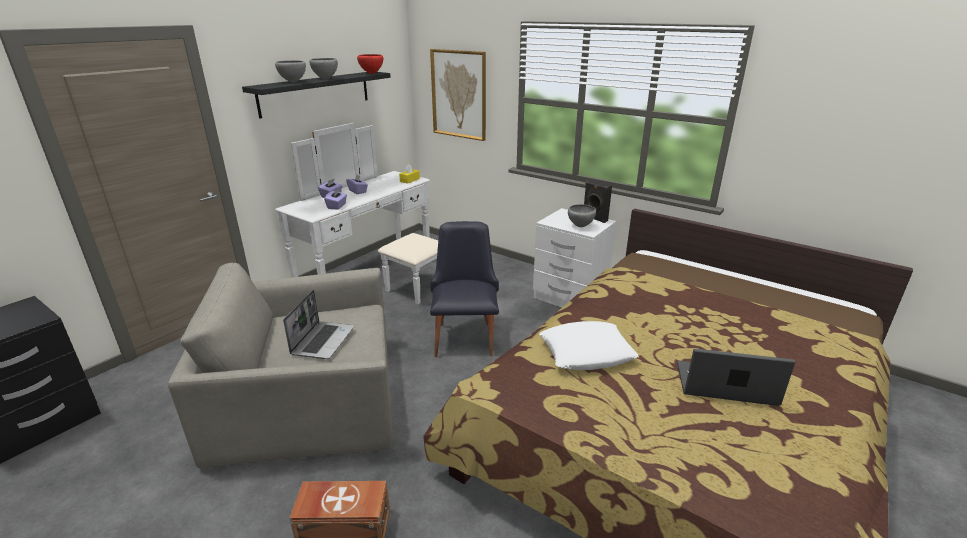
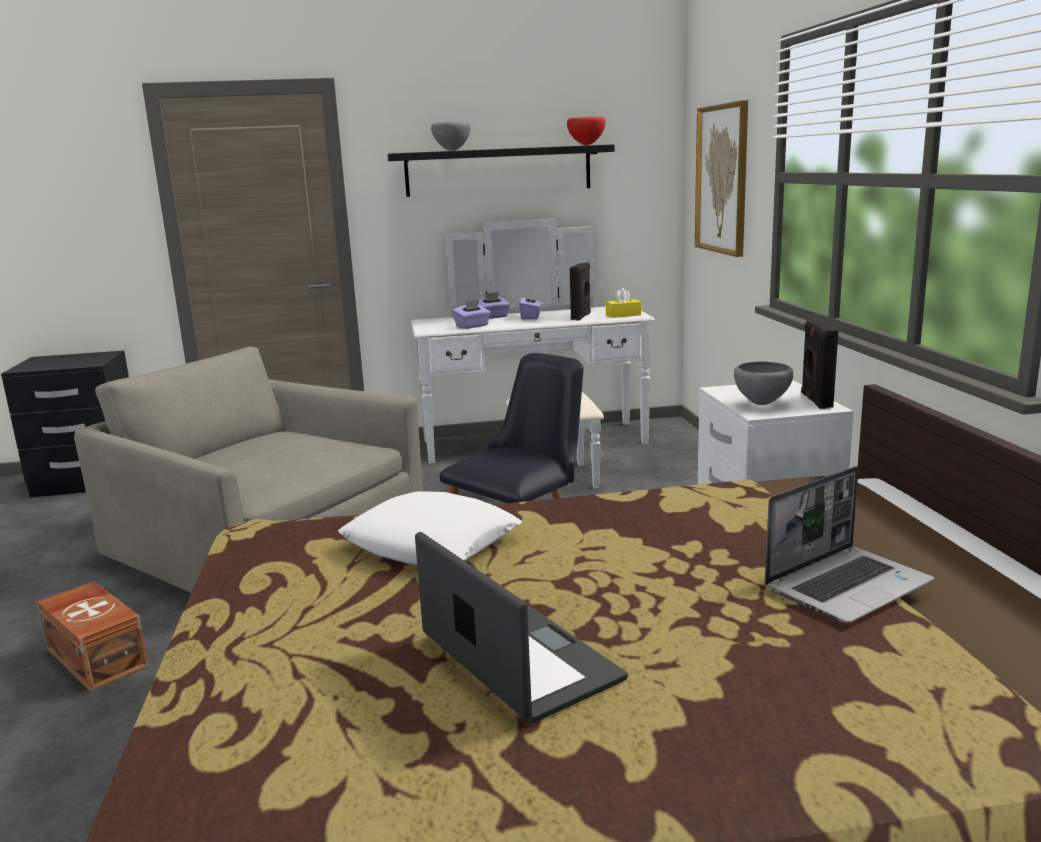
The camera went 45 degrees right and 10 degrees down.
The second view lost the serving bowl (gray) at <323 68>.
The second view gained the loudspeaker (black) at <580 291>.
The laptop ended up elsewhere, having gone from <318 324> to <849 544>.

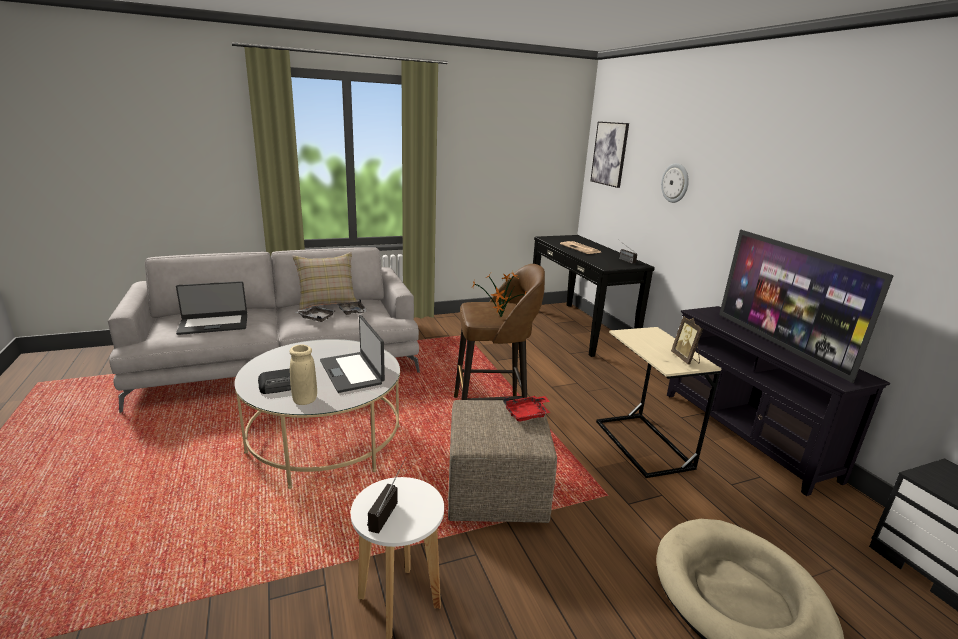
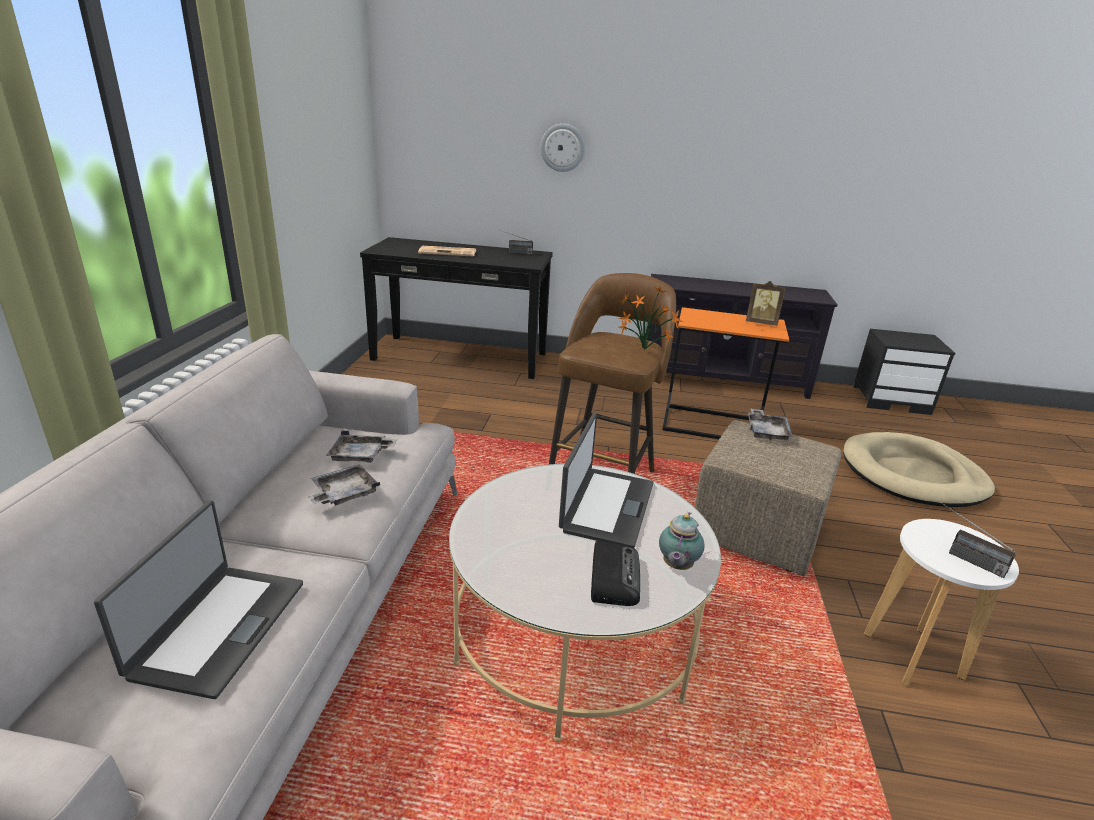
The camera went 60 degrees left and 5 degrees up.
The second view lost the throw pillow (beige) at <325 281>.
The second view lost the wall art at <609 154>.
The second view lost the TV set at <806 306>.
Where the decorative vase (beige) stood at <303 374>, the pot for tea came to stand at <682 541>.
What was the carrying tray (red) at <527 409> turned into the carrying tray (gray) at <770 424>.
What was the side table (beige) at <658 402> turned into the side table (orange-coloured) at <725 373>.
The laptop at <352 354> ended up facing another way, 75 degrees counterclockwise from before.

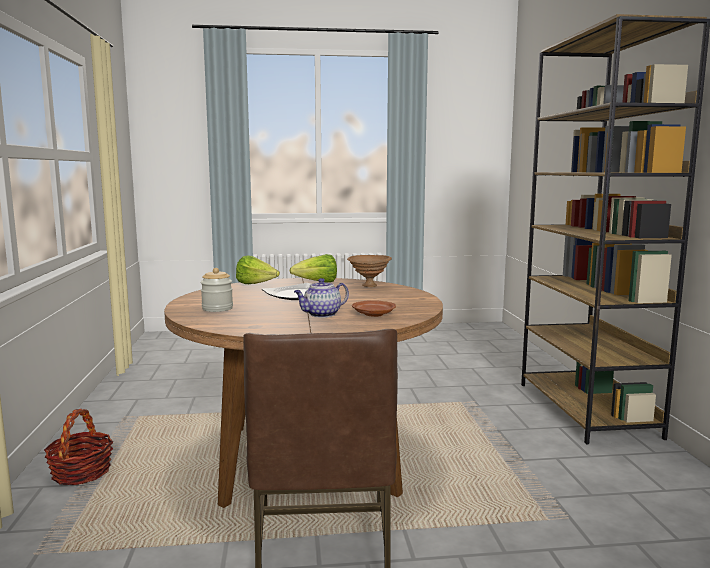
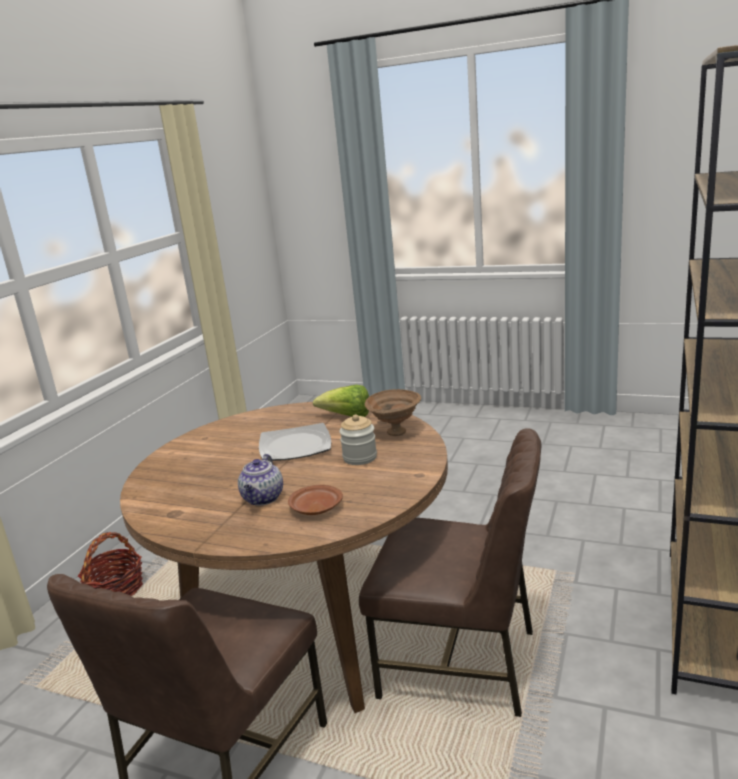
The camera went 30 degrees right and 10 degrees up.
The second view lost the lettuce head at <258 269>.
The second view gained the plain chair (brown) at <450 572>.
The preserve jar ended up elsewhere, having gone from <216 290> to <358 439>.
The pot for tea at <321 298> ended up facing another way, 75 degrees counterclockwise from before.

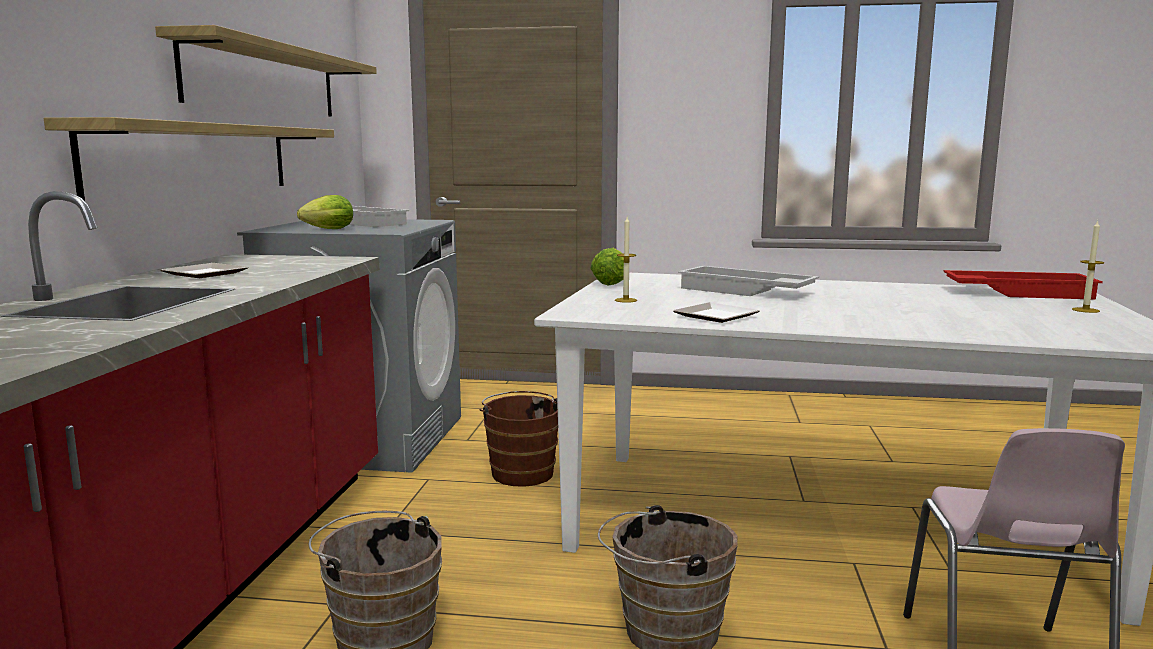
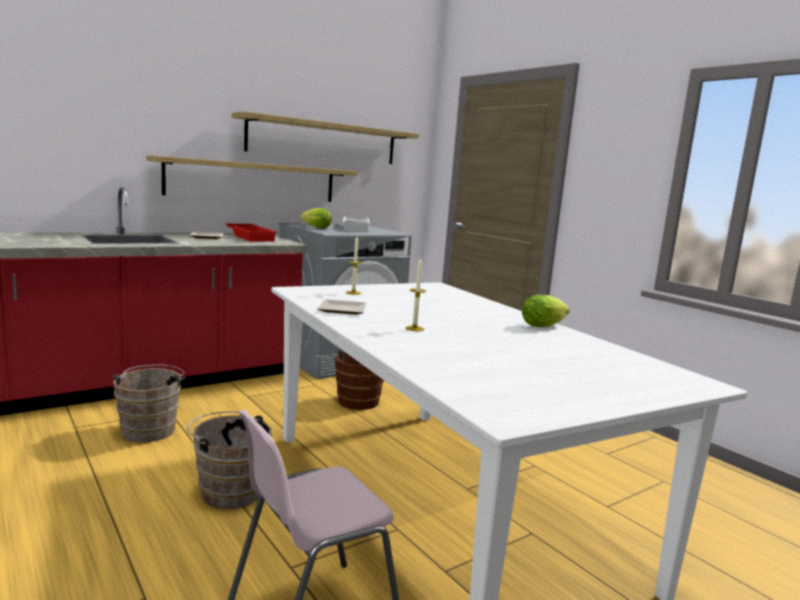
The camera went 45 degrees right and 0 degrees up.
The second view lost the carrying tray (white-coloured) at <748 281>.
The lettuce head ended up elsewhere, having gone from <607 266> to <546 311>.
The carrying tray (red) ended up elsewhere, having gone from <1023 285> to <251 232>.
The wax light ended up elsewhere, having gone from <1088 266> to <415 294>.

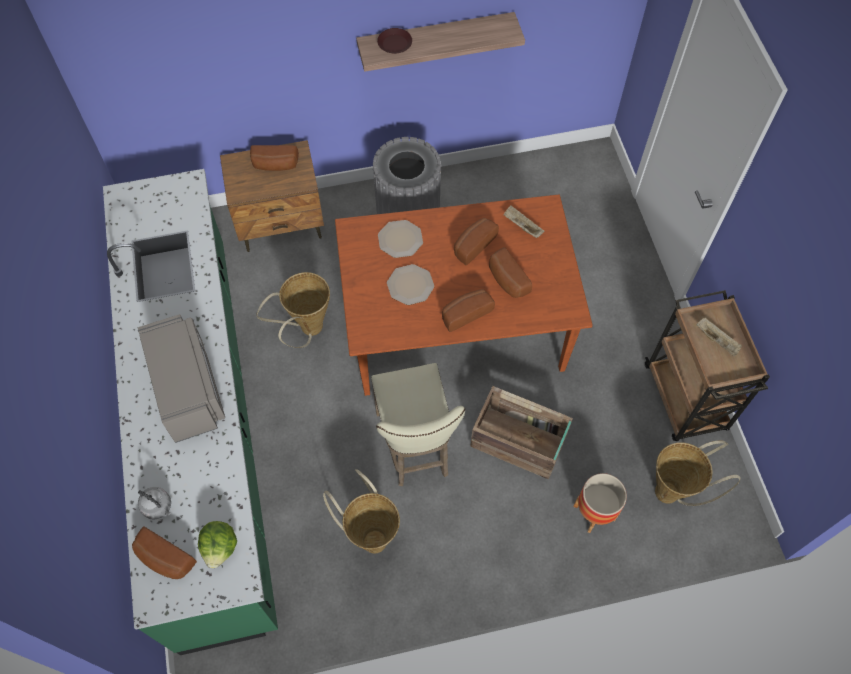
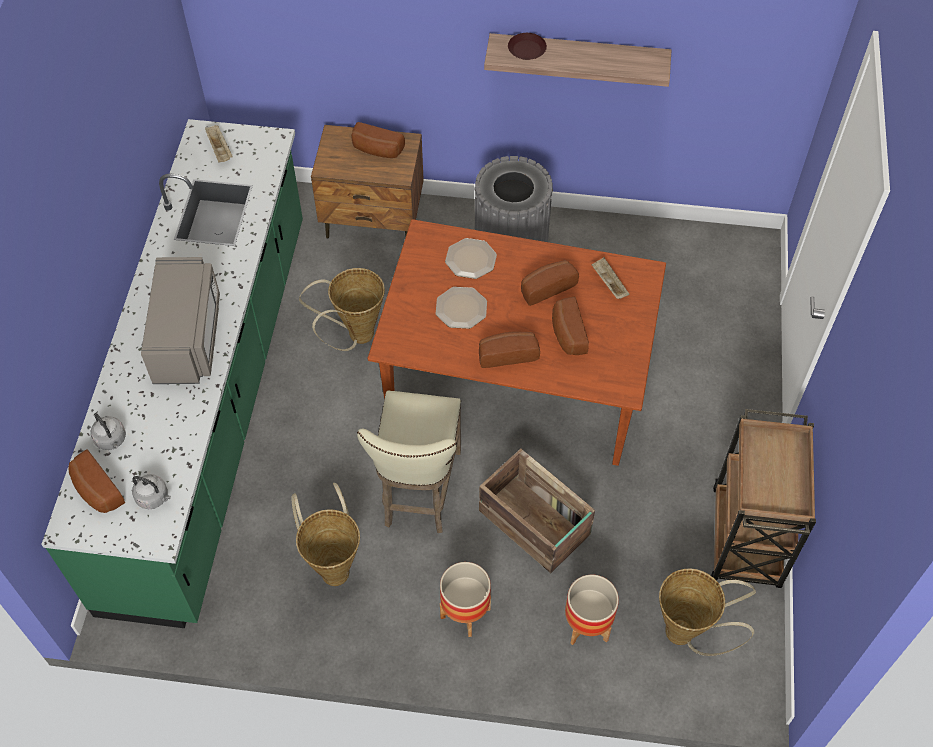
The camera went 20 degrees right and 5 degrees down.
The second view gained the planter at <465 599>.
The carrying tray (beige) ended up elsewhere, having gone from <719 337> to <218 144>.
Where the lettuce head stood at <217 544>, the tea kettle (gray) came to stand at <151 491>.

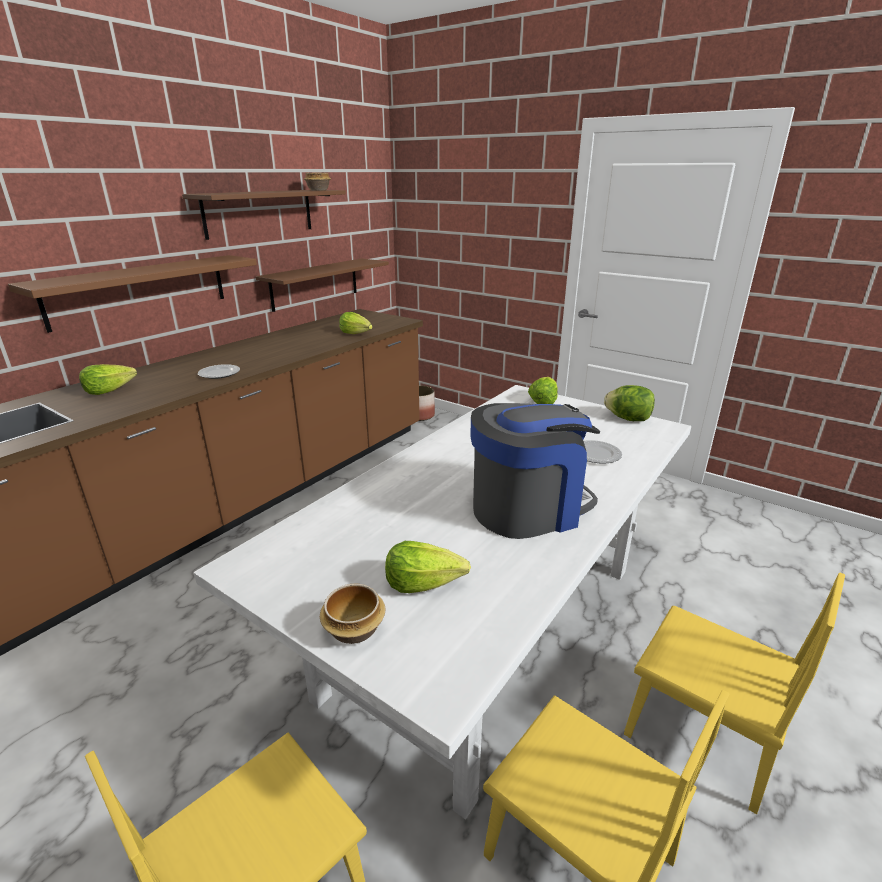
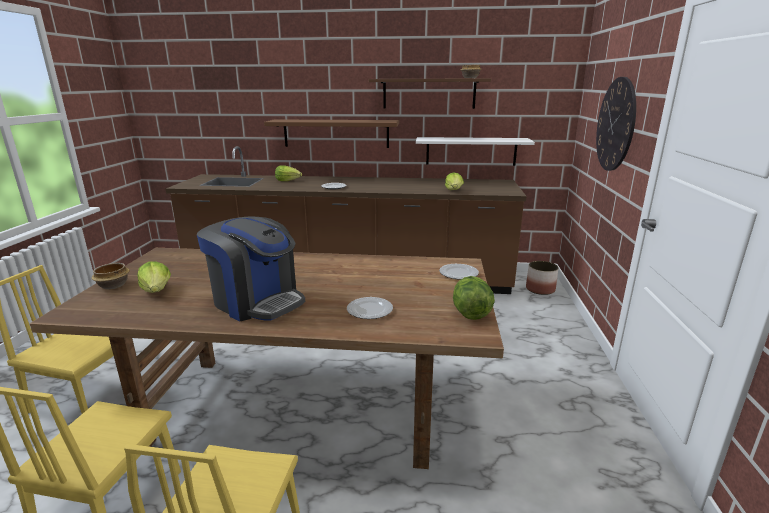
The camera went 60 degrees right and 5 degrees down.
The second view gained the wall clock at <616 124>.
Where the lettuce head stood at <543 390>, the plate came to stand at <459 272>.
What was the dinner table (white-coloured) at <442 602> turned into the dinner table (brown) at <267 358>.
What was the shelf (brown) at <322 285> turned into the shelf (white-coloured) at <475 151>.

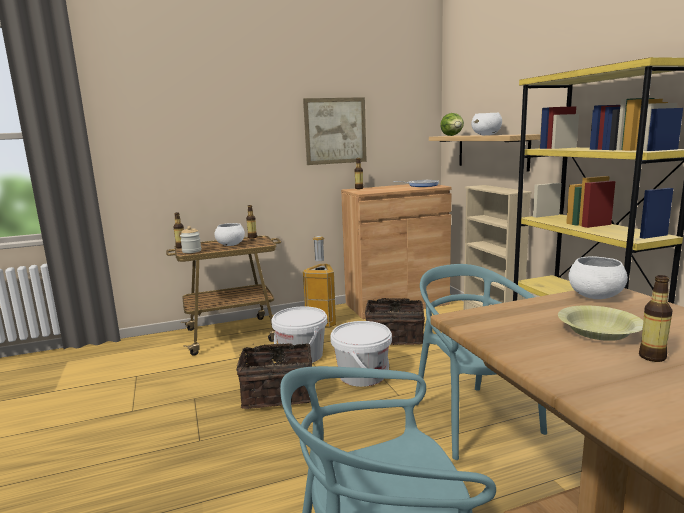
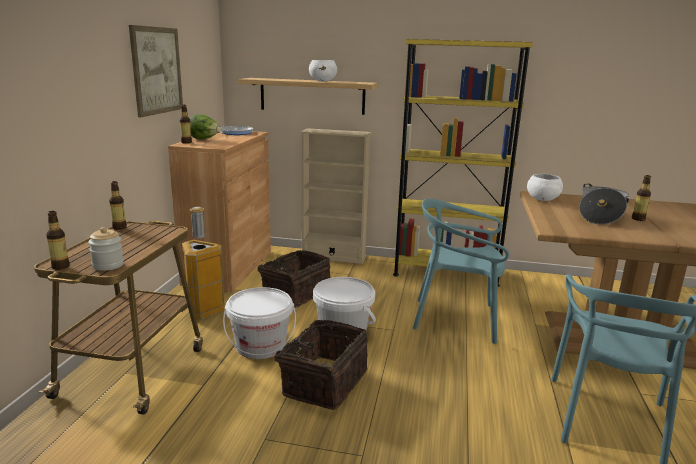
The camera went 60 degrees left and 5 degrees up.
The second view lost the serving bowl (white-coloured) at <229 234>.
The lettuce head ended up elsewhere, having gone from <452 124> to <205 127>.
Where the serving bowl (yellowish) stood at <600 323>, the stockpot came to stand at <604 204>.

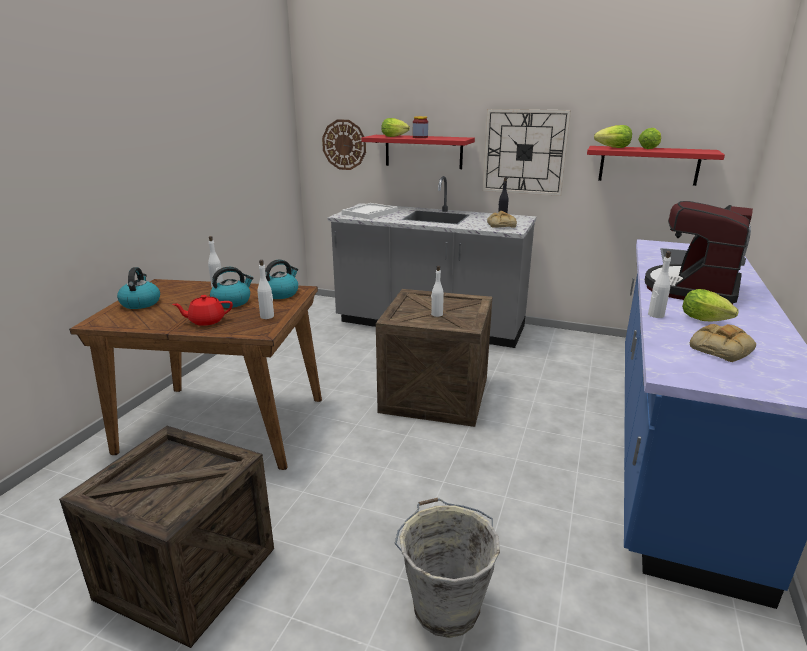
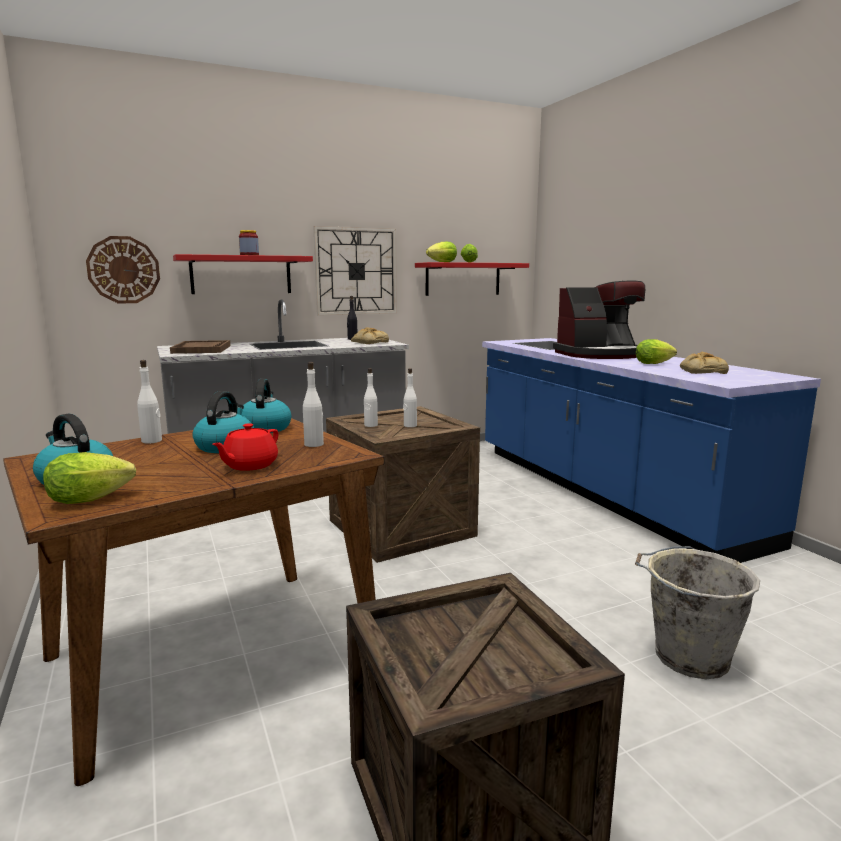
The camera went 45 degrees left and 10 degrees down.
The lettuce head ended up elsewhere, having gone from <395 127> to <89 478>.
The bottle (white-coloured) ended up elsewhere, having gone from <659 284> to <371 397>.
What was the carrying tray (white-coloured) at <370 211> turned into the carrying tray (brown) at <200 347>.
The coffee machine at <699 252> ended up facing another way, 90 degrees counterclockwise from before.

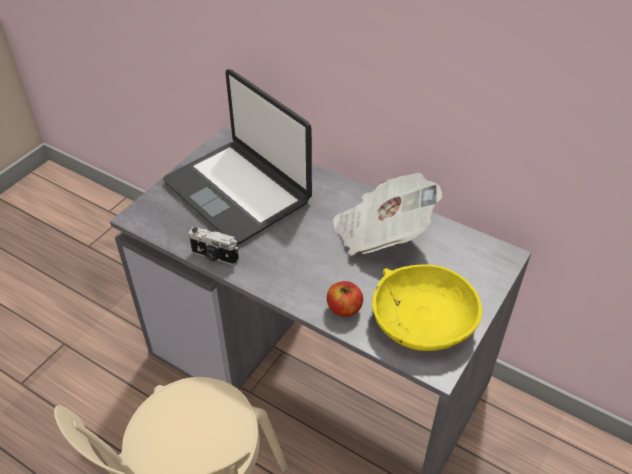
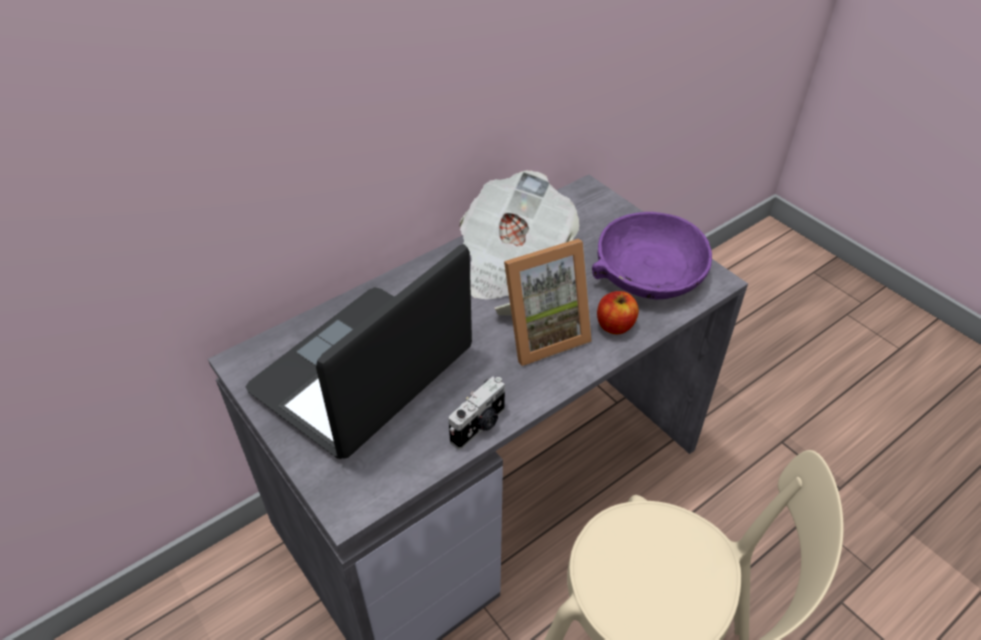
The camera went 70 degrees left and 0 degrees up.
The second view gained the photo frame at <543 302>.
What was the serving bowl (yellowish) at <427 308> turned into the serving bowl (purplish) at <652 255>.
The laptop at <237 157> ended up facing another way, 150 degrees clockwise from before.

